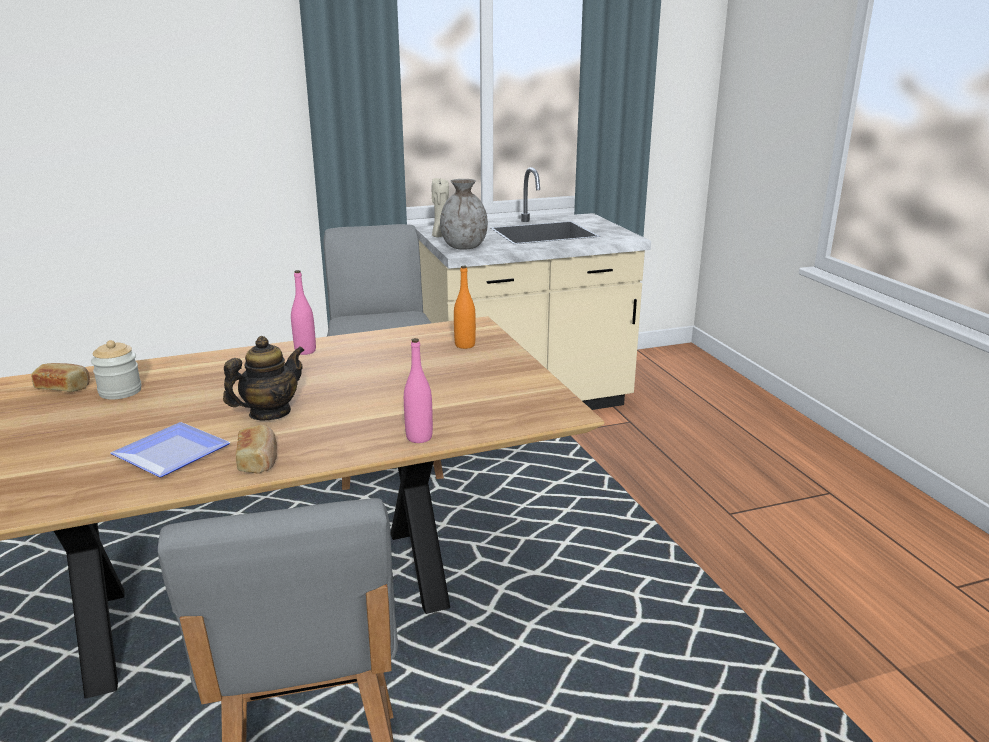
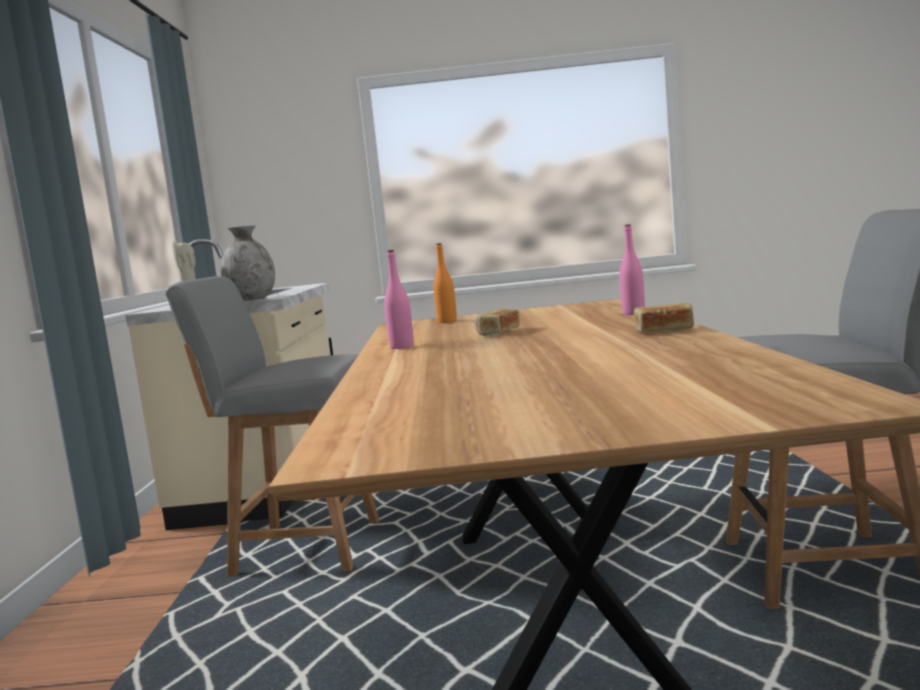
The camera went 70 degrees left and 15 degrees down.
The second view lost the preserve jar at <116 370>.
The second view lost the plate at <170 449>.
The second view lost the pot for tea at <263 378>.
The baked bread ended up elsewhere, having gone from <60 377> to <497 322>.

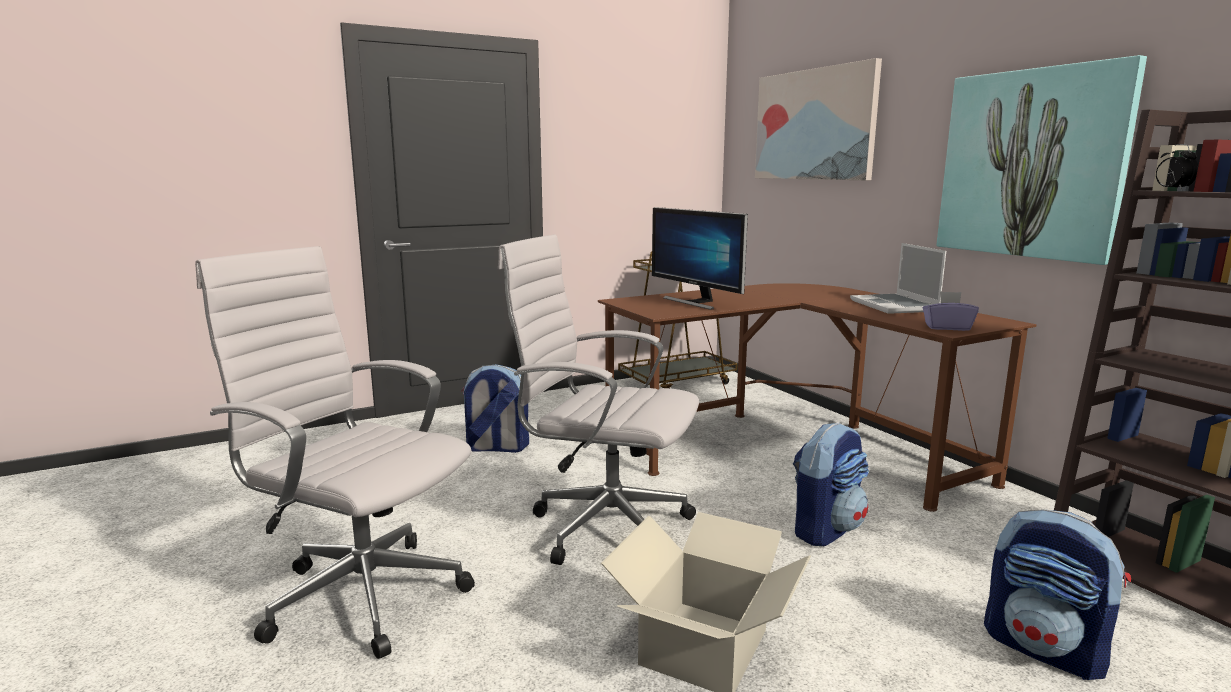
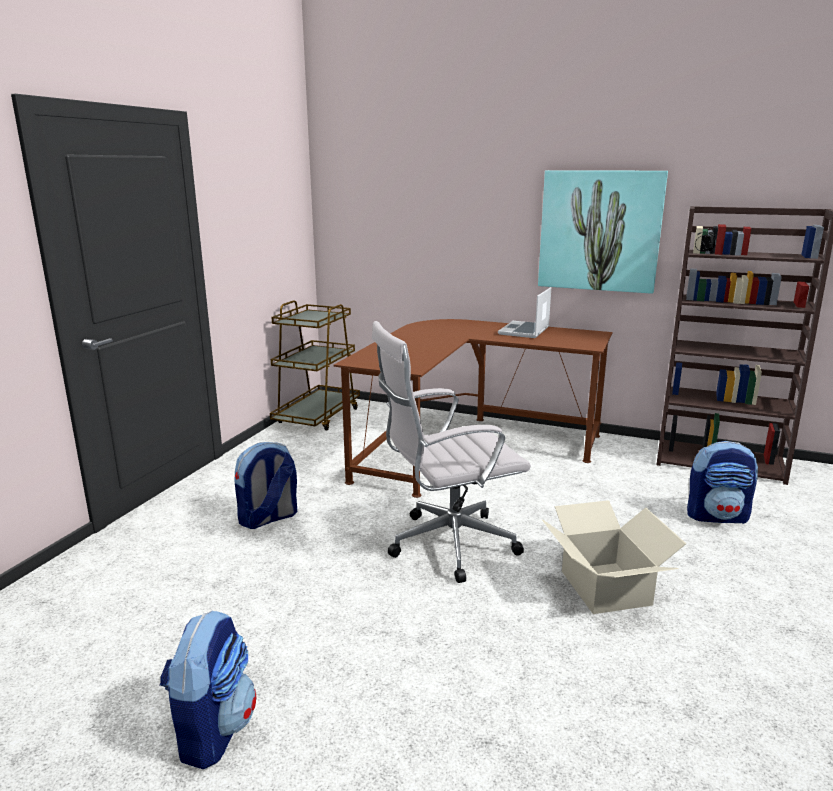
The camera went 40 degrees left and 5 degrees up.
The second view lost the computer chair (white-coloured) at <335 452>.
The second view lost the monitor at <700 258>.
The second view lost the wall art at <818 119>.
The second view lost the tissue holder (purplish) at <951 311>.
The backpack ended up elsewhere, having gone from <831 484> to <208 689>.
The laptop at <898 278> ended up facing another way, 75 degrees clockwise from before.

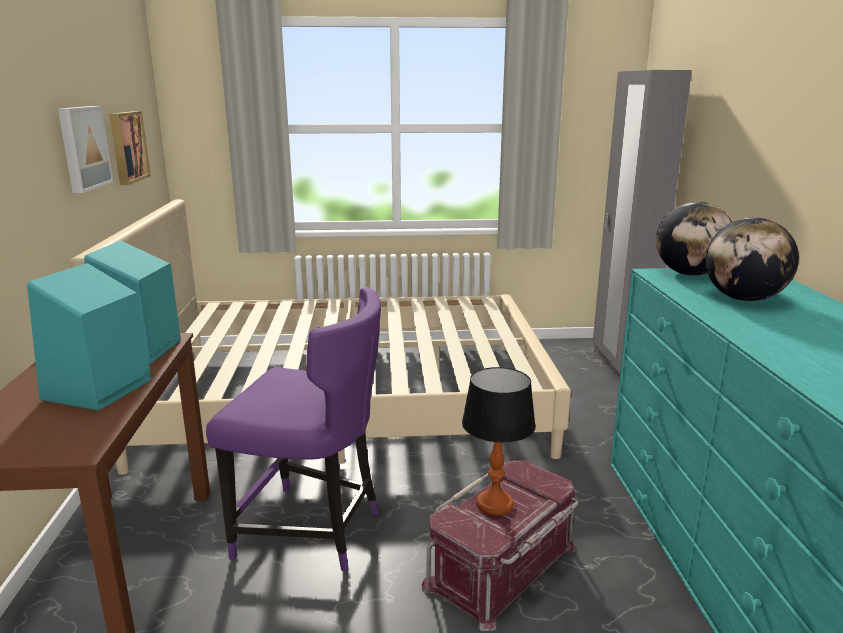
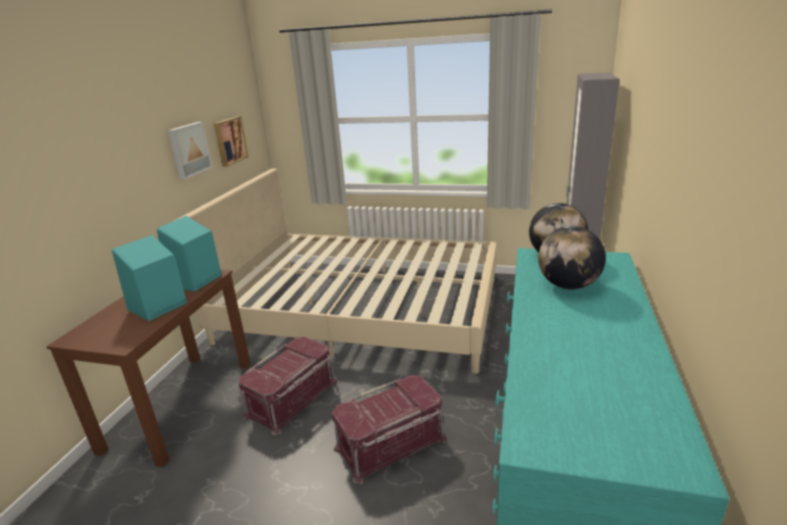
The camera went 20 degrees right and 5 degrees up.
The second view lost the lamp for a table at <499 441>.
Where the plain chair (purplish) stood at <293 429>, the storage bin (red) came to stand at <288 386>.

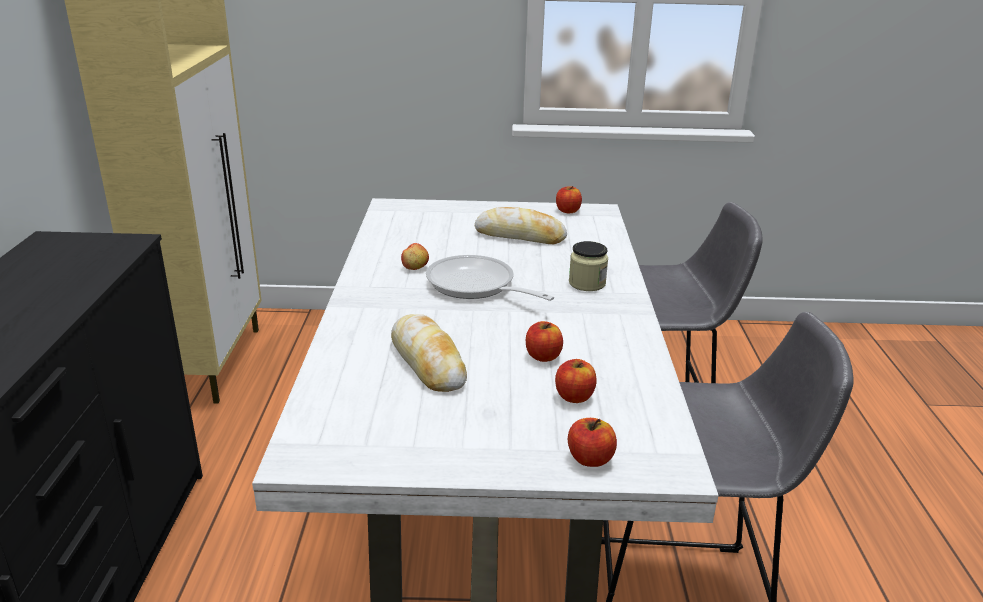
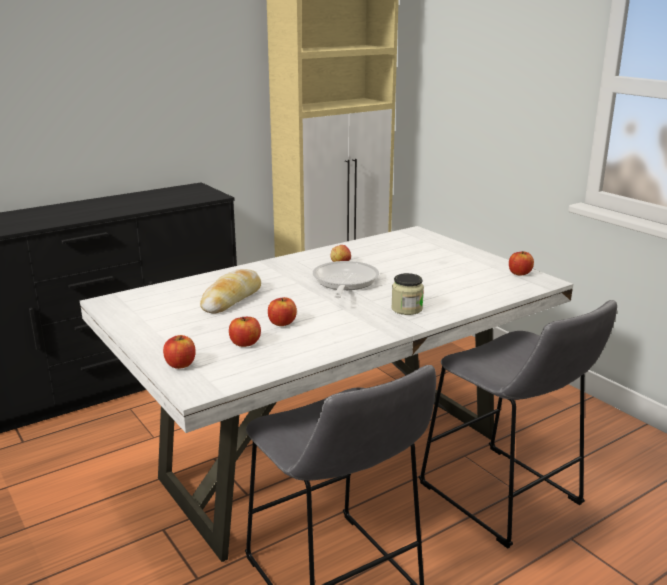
The camera went 55 degrees right and 5 degrees down.
The second view lost the baked bread at <521 226>.

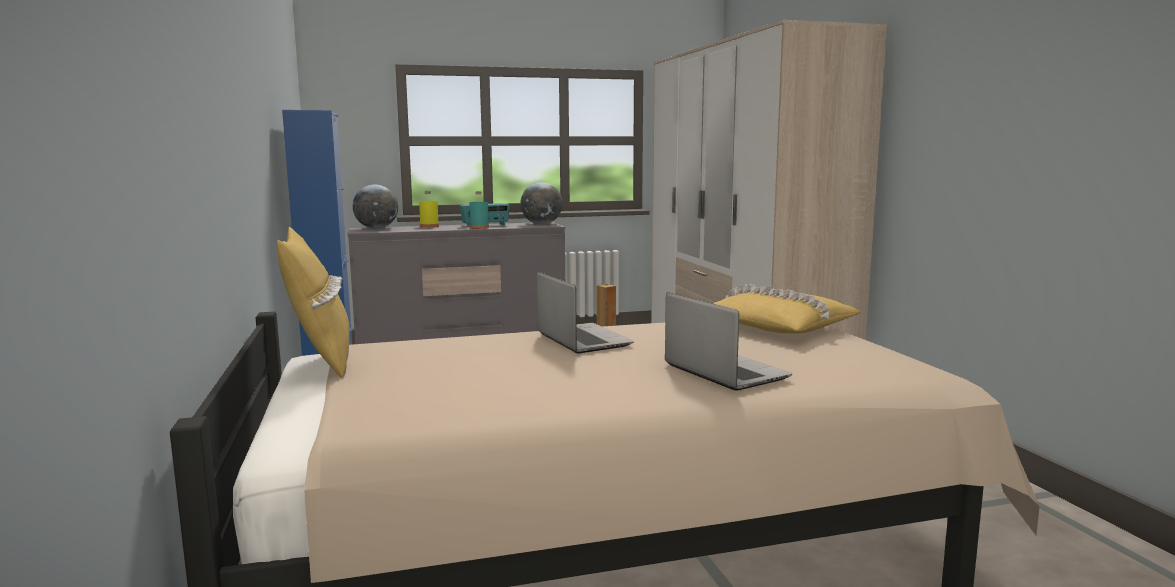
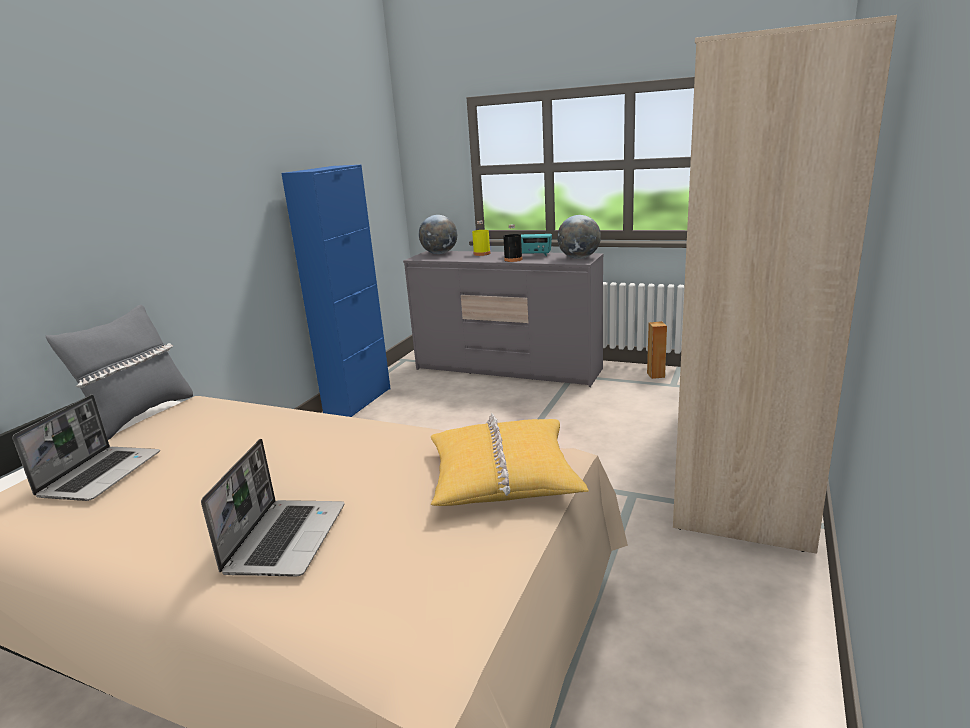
The camera went 40 degrees right and 10 degrees up.
The laptop ended up elsewhere, having gone from <585 312> to <86 448>.
What was the throw pillow (yellowish) at <313 302> turned into the throw pillow (gray) at <119 372>.
What was the bottle (turquoise-coloured) at <479 210> turned into the bottle (black) at <512 243>.

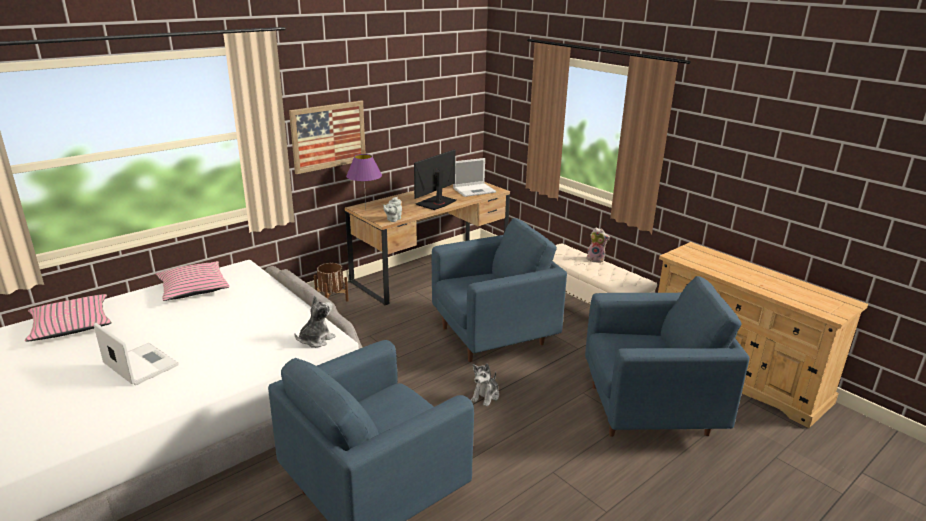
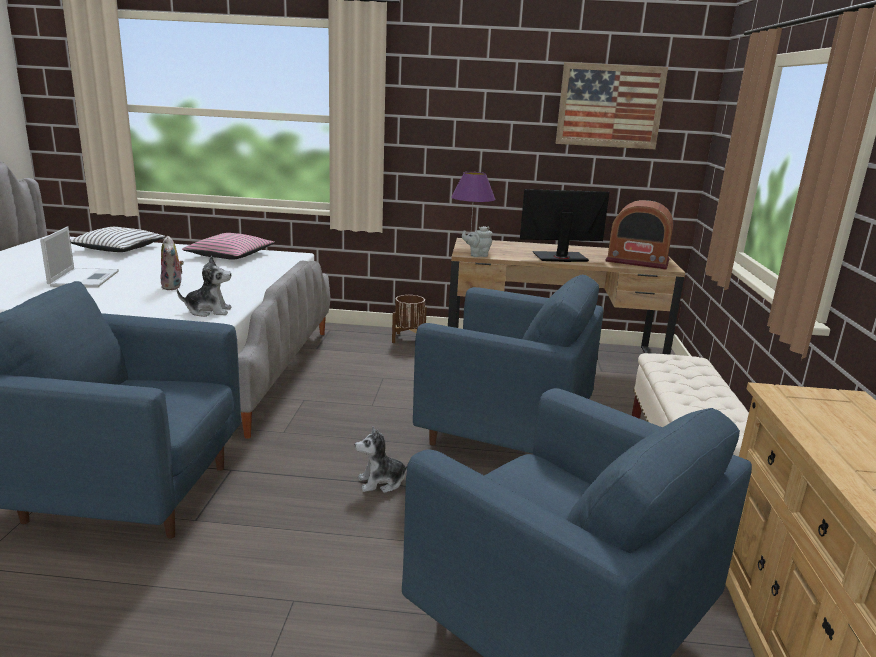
The camera went 45 degrees right and 5 degrees down.
The wall art ended up elsewhere, having gone from <327 137> to <612 105>.
The cuddly toy ended up elsewhere, having gone from <598 245> to <172 263>.
Where the laptop stood at <474 177>, the radio set came to stand at <639 234>.
What was the throw pillow (pinkish) at <68 317> turned into the throw pillow (white-coloured) at <118 239>.

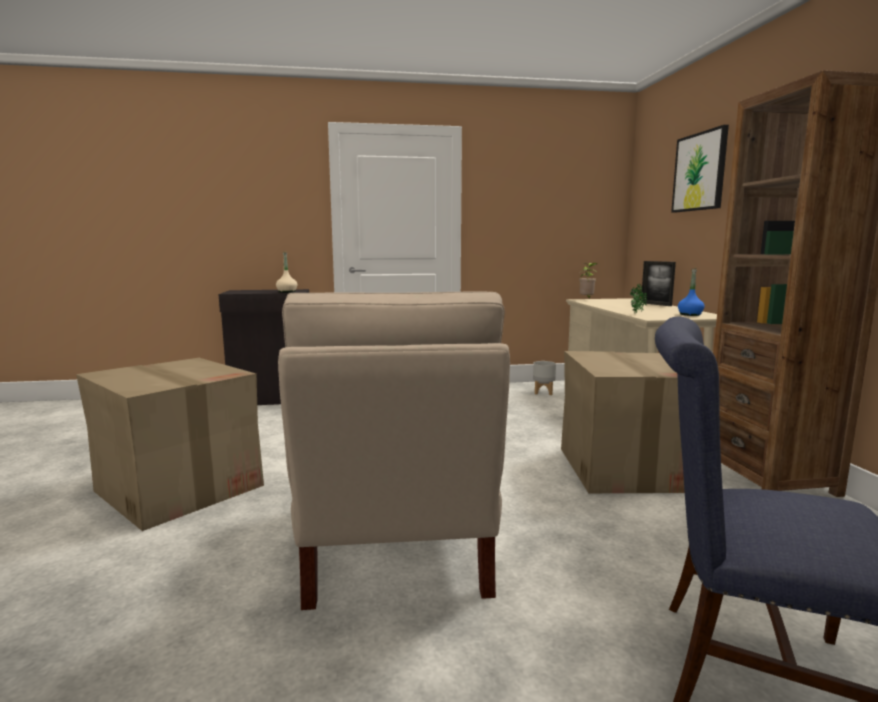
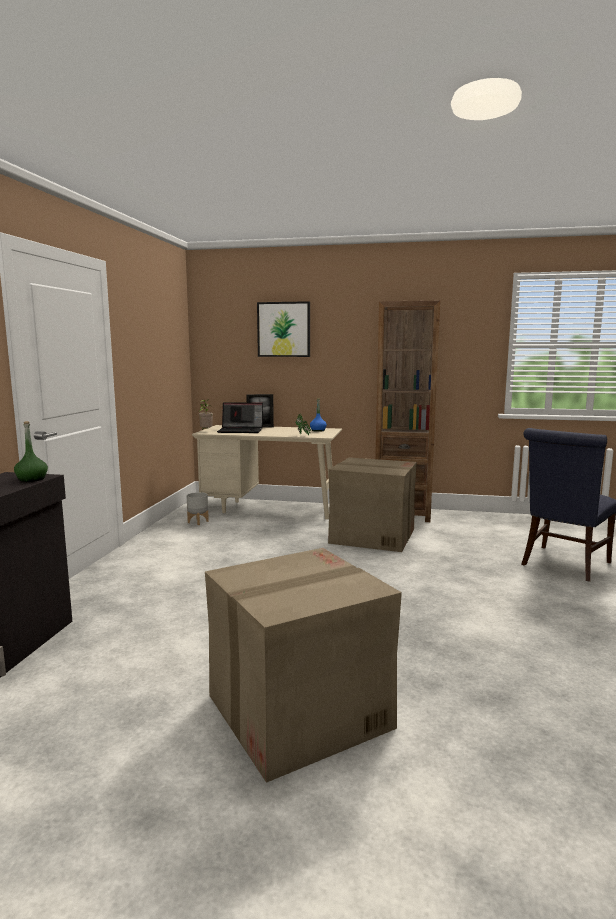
The camera went 70 degrees left and 0 degrees up.
The second view lost the plain chair (beige) at <394 451>.
The second view gained the laptop at <240 418>.
What was the bottle (beige) at <287 272> turned into the bottle (greenish) at <31 451>.

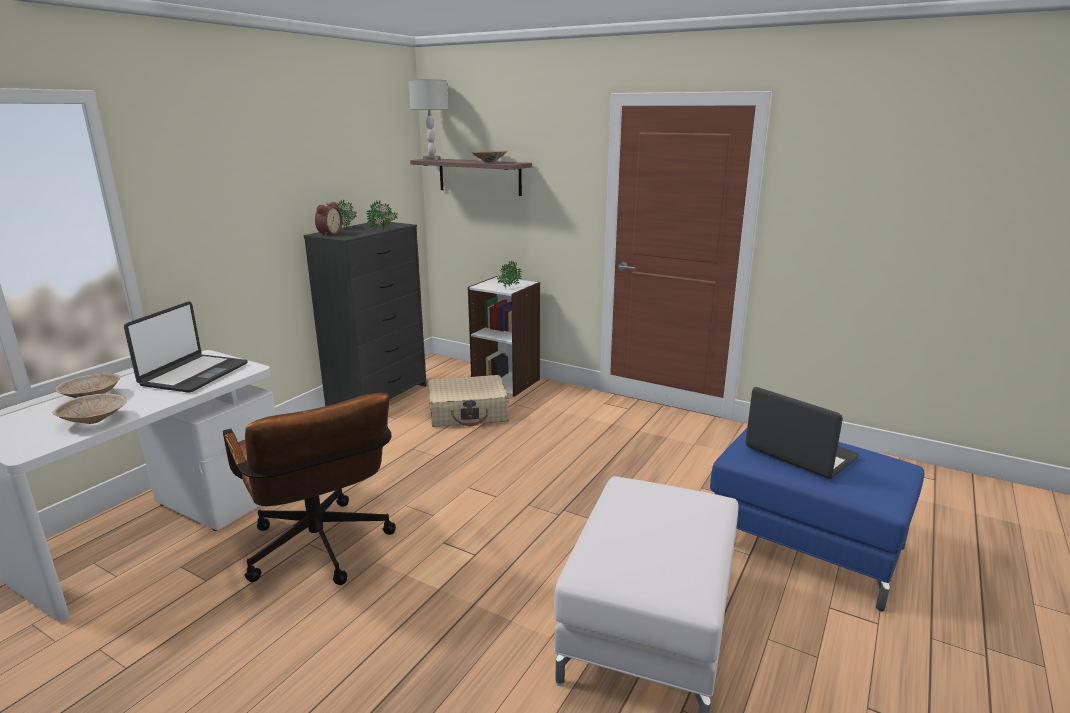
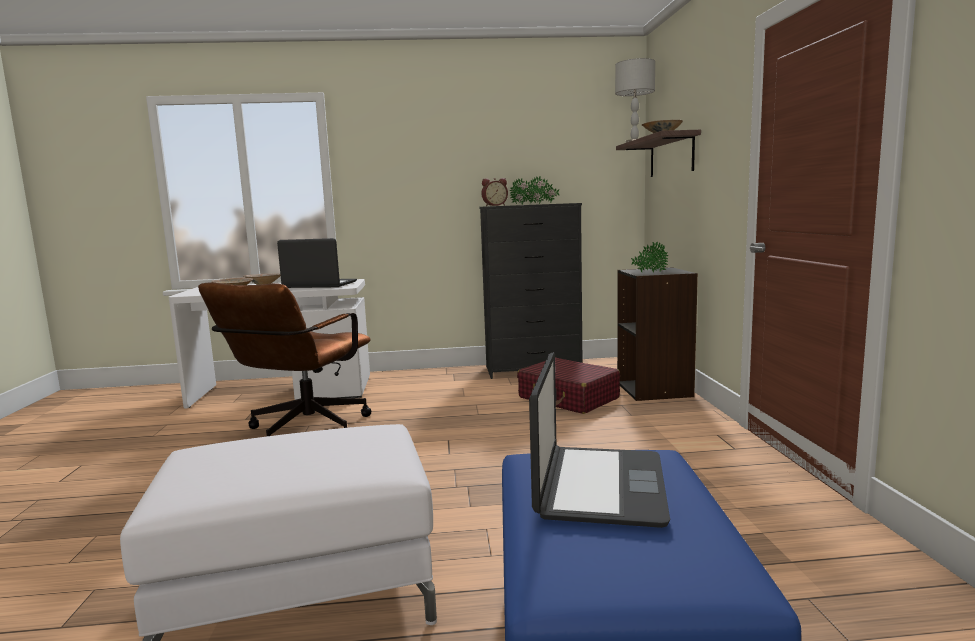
The camera went 55 degrees right and 10 degrees down.
What was the travel case (beige) at <468 401> turned into the travel case (red) at <568 385>.
What was the bookshelf (white-coloured) at <504 336> turned into the bookshelf (black) at <657 334>.
The laptop at <186 347> ended up facing another way, 150 degrees counterclockwise from before.

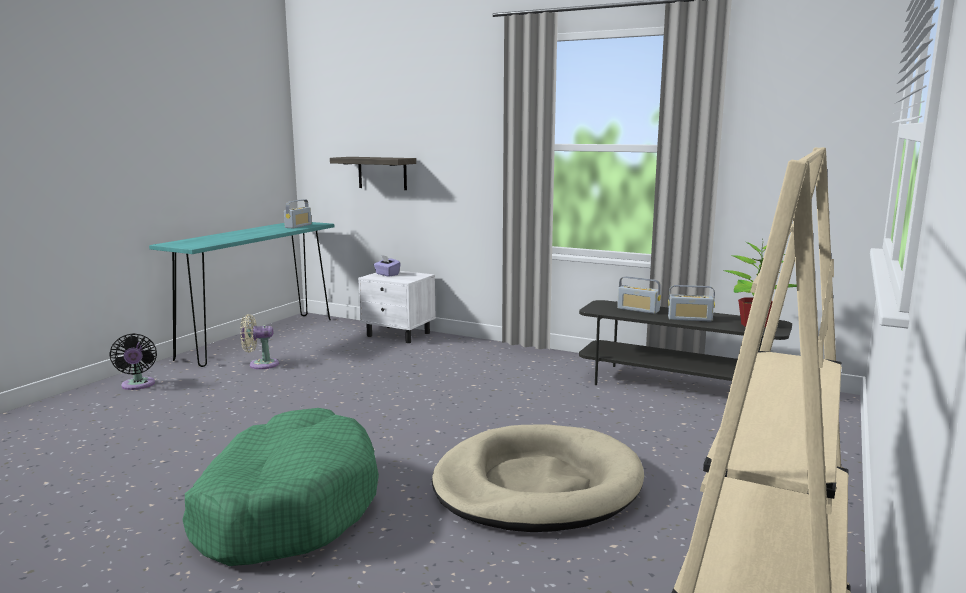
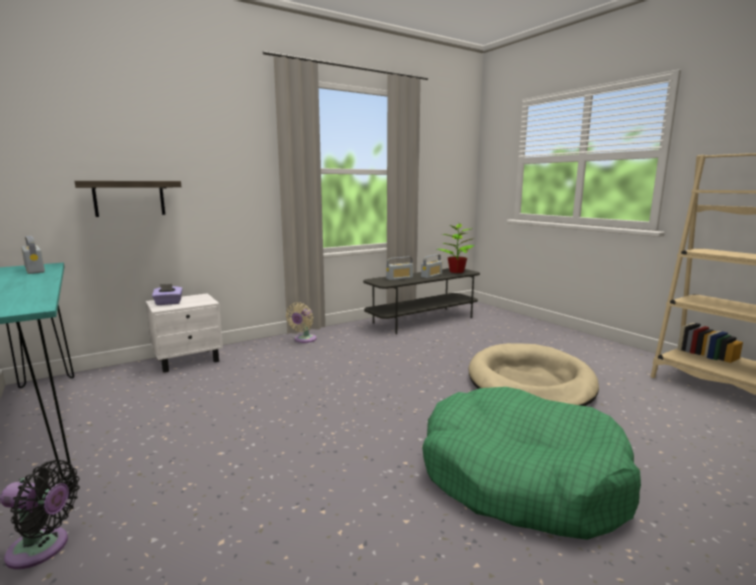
The camera went 60 degrees left and 0 degrees up.
The fan (beige) ended up elsewhere, having gone from <259 341> to <301 322>.

